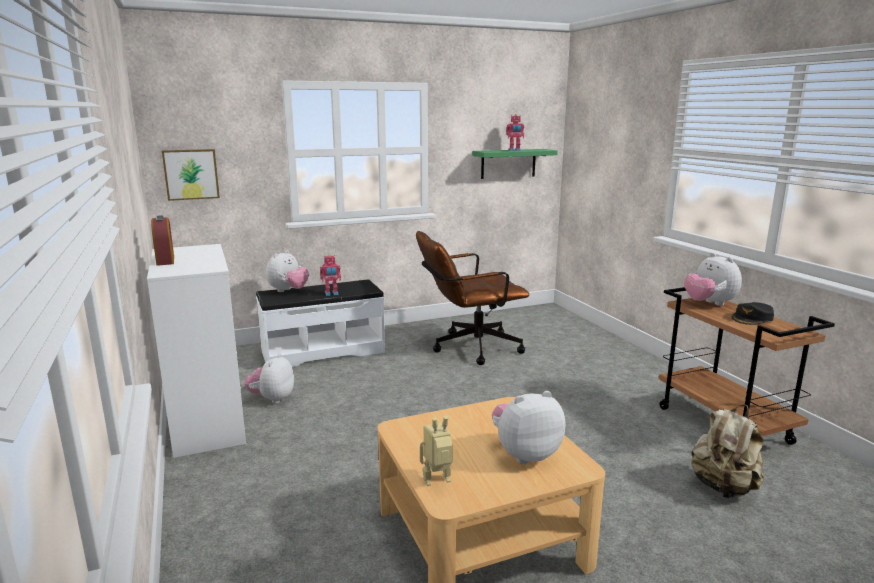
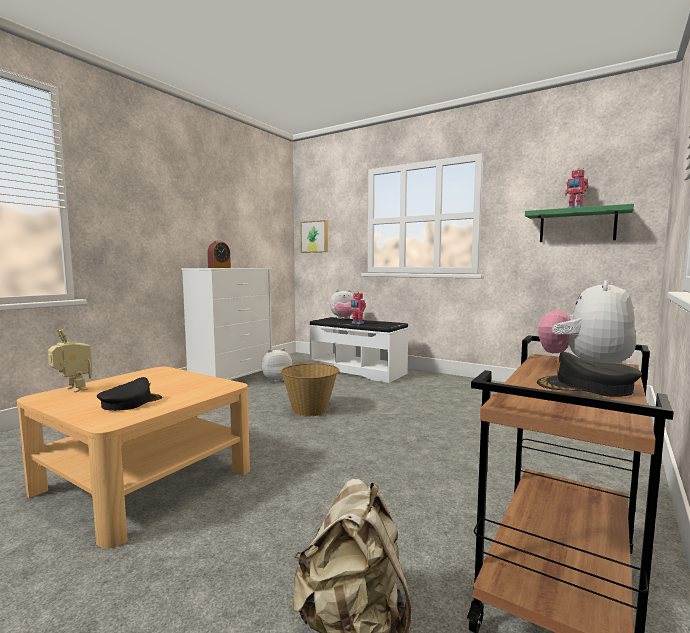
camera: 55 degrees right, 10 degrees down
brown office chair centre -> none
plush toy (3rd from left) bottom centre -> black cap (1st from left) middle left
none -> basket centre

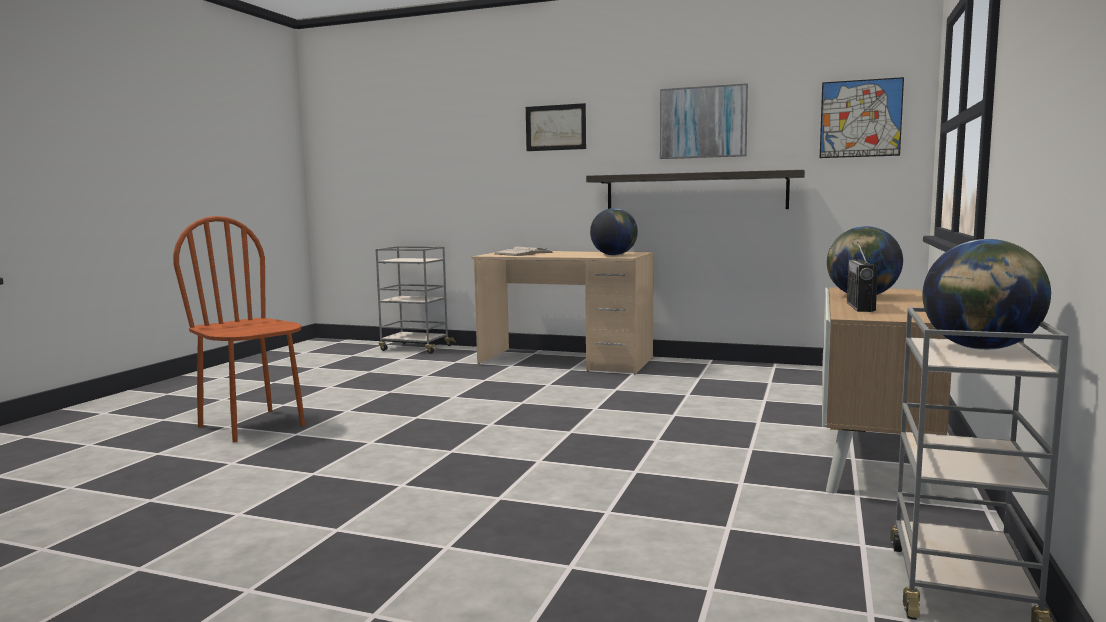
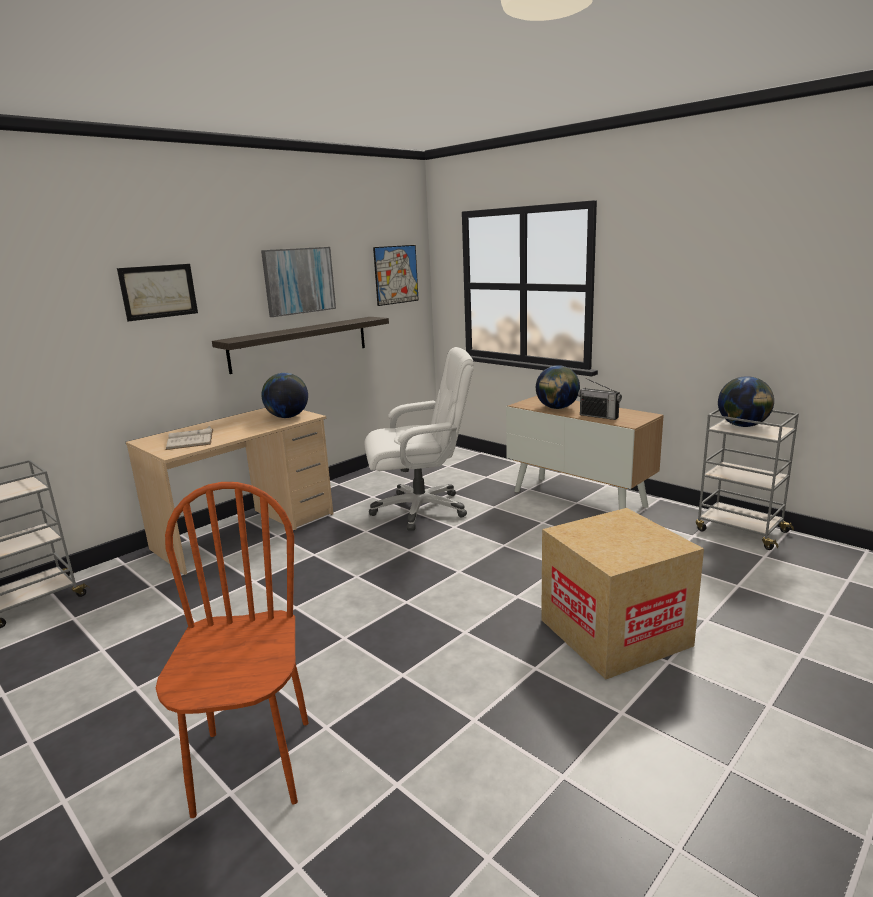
camera: 65 degrees left, 10 degrees up
brown chair middle left -> brown chair bottom left, 105 degrees clockwise
none -> white office chair centre
none -> cardboard box middle right

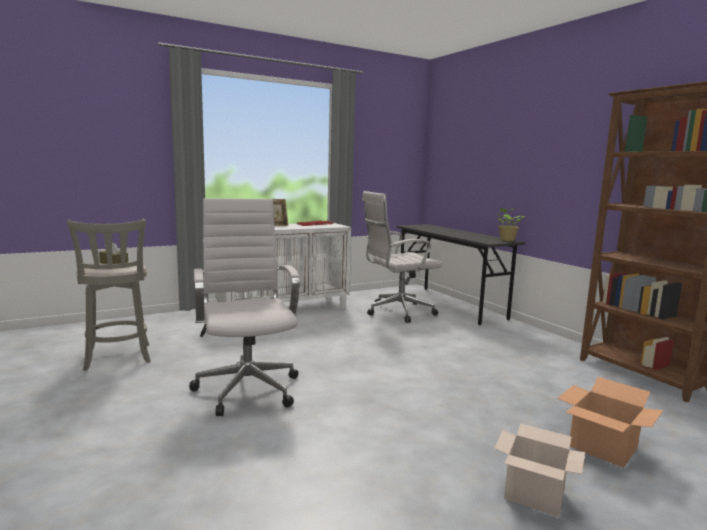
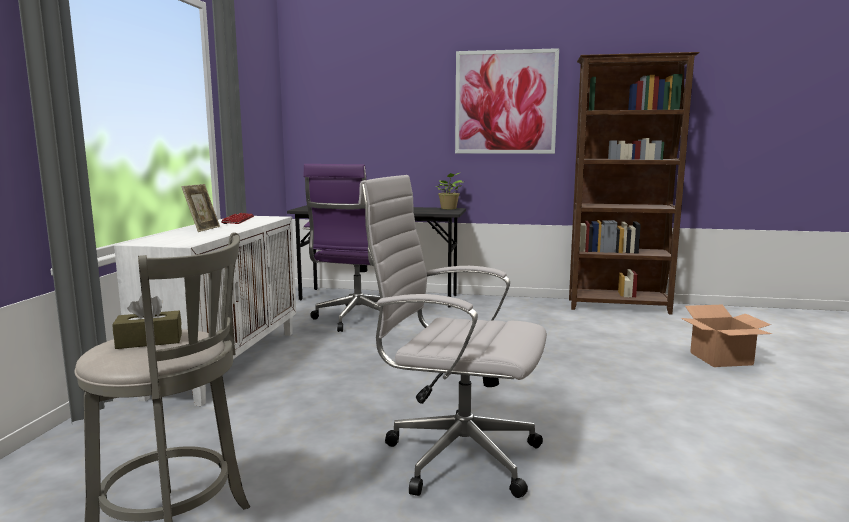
camera: 50 degrees left, 0 degrees up
white office chair (2nd from left) centre -> purple office chair centre
cardboard box (1st from left) bottom right -> none
none -> picture top centre

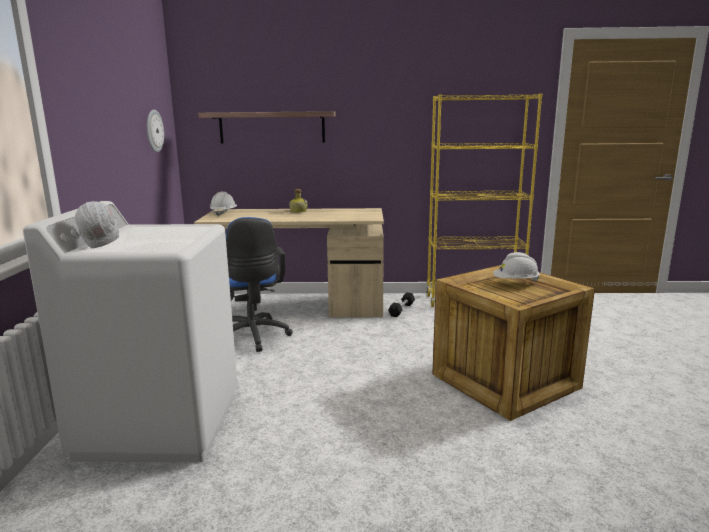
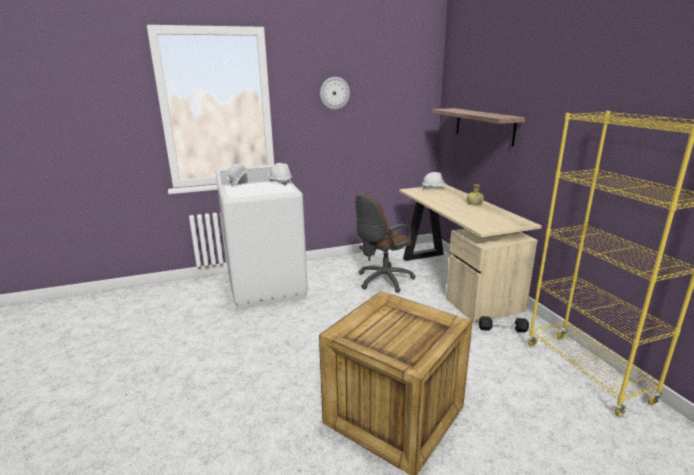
camera: 70 degrees right, 5 degrees up
wall clock top left -> wall clock top centre, move
blue office chair centre -> brown office chair centre
white hard hat (3rd from left in the first image) middle right -> white hard hat (2nd from left) centre, move

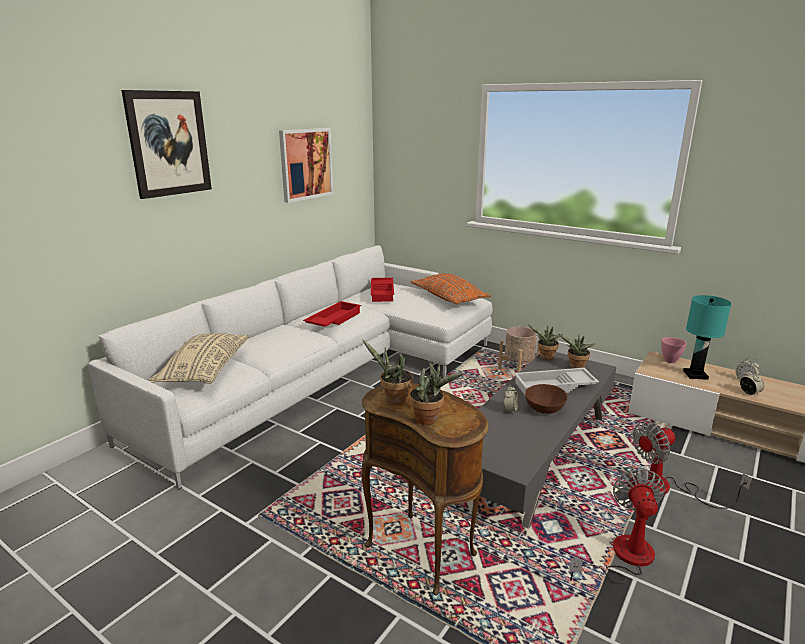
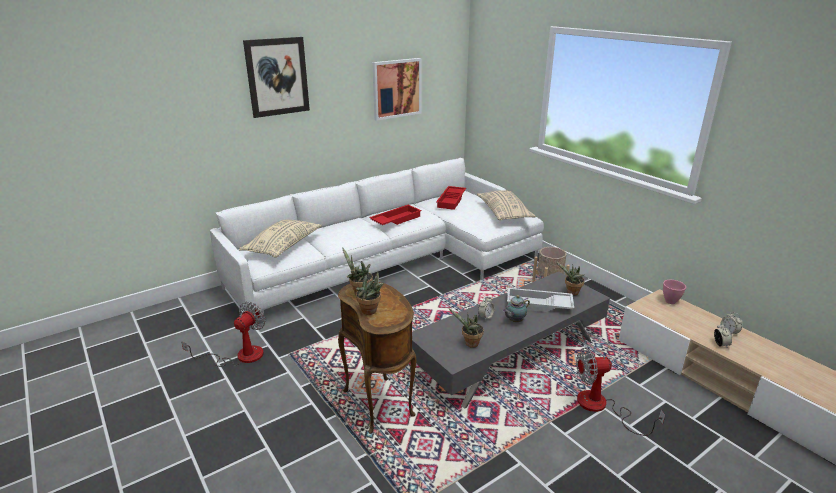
camera: 20 degrees right, 5 degrees up
orange pillow centre -> beige pillow (2nd from left) centre
turquoise table lamp middle right -> none
potted plant (3rd from left) middle right -> potted plant (3rd from left) centre, move
brown bowl middle right -> teapot centre
fan (1st from left) bottom right -> fan (1st from left) bottom left, move

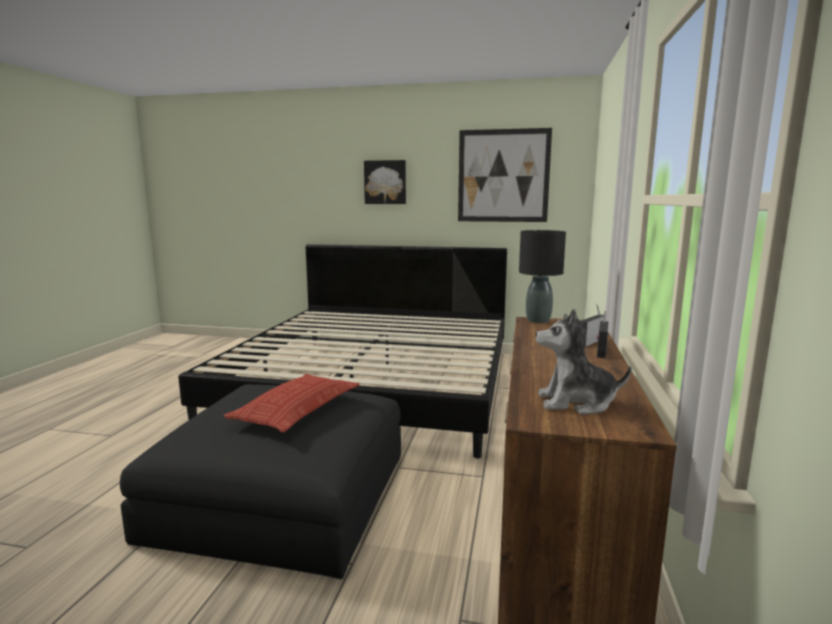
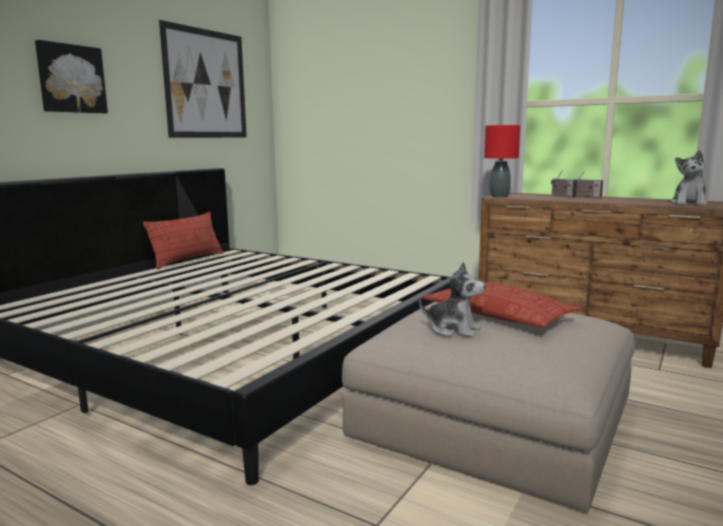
camera: 70 degrees left, 0 degrees up
black table lamp centre -> red table lamp top right
black ottoman bottom left -> beige ottoman bottom right
none -> pillow (1st from left) middle left
none -> plush toy (1st from left) centre

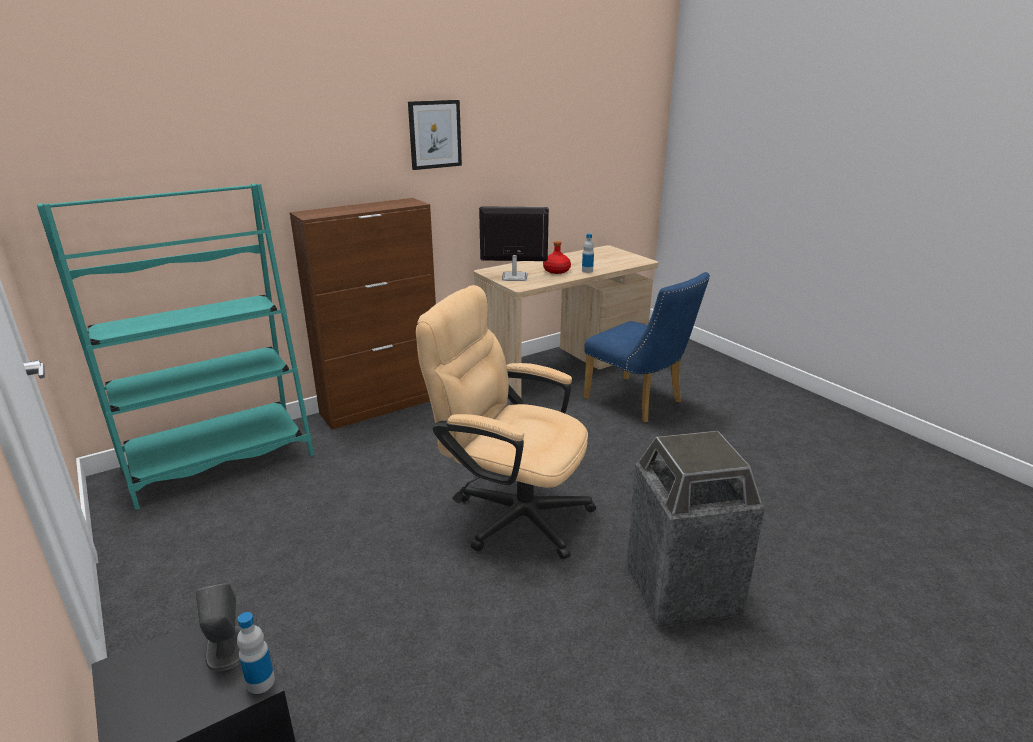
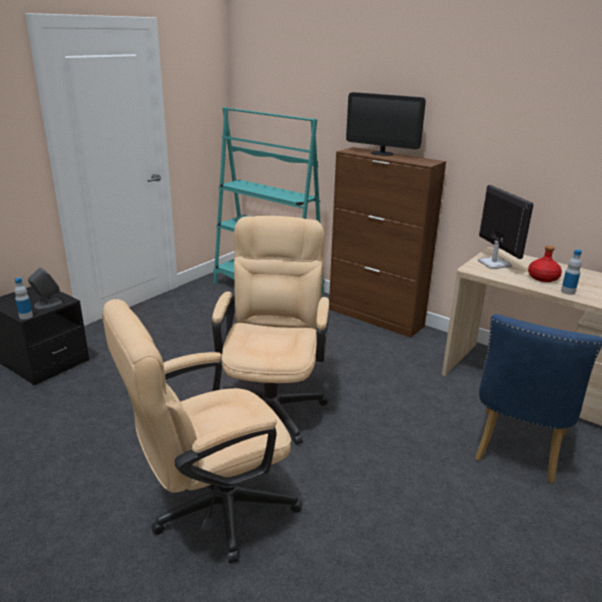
camera: 70 degrees right, 0 degrees up
picture top centre -> none
trash can bottom right -> beige office chair (1st from left) bottom centre
none -> monitor (1st from left) top centre

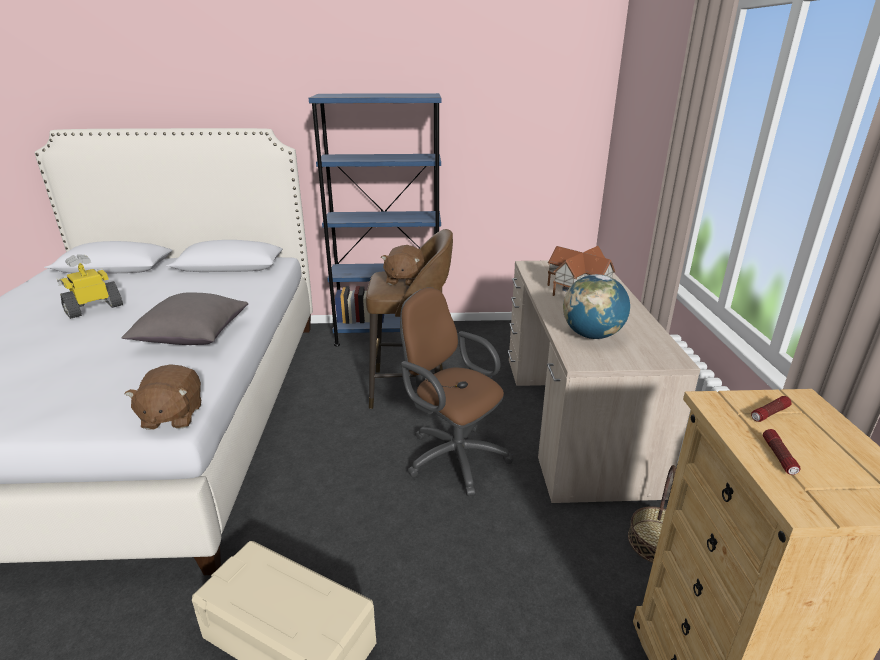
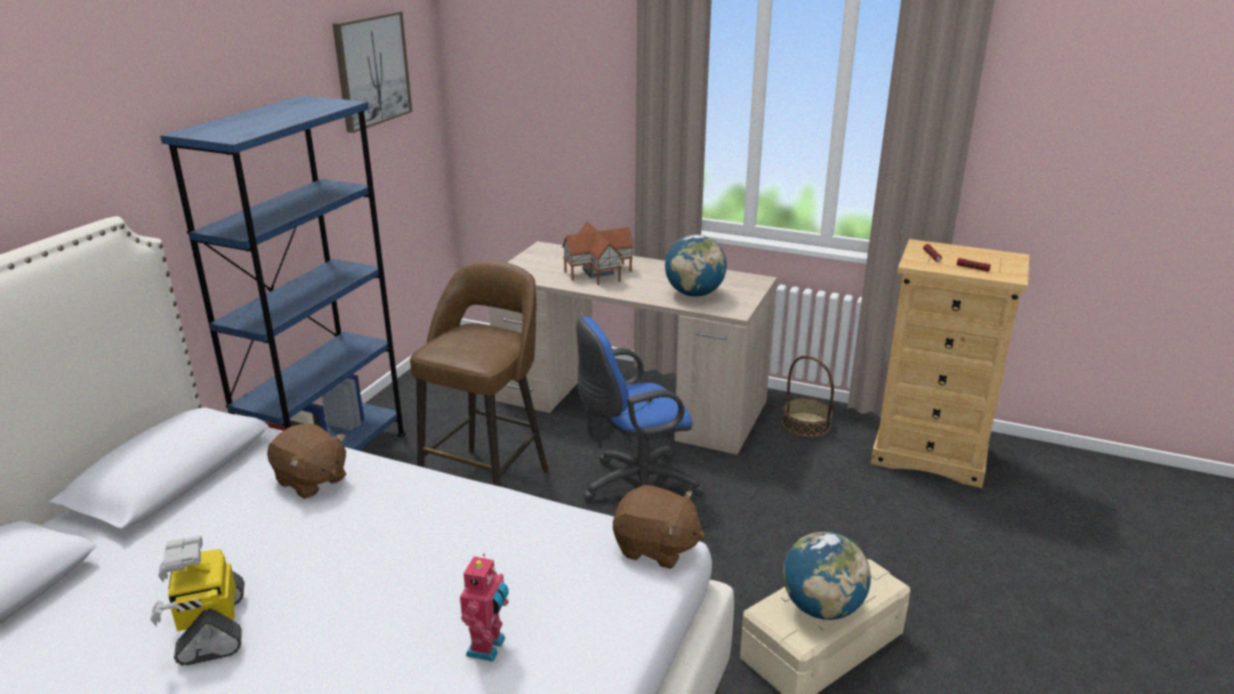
camera: 65 degrees left, 0 degrees up
brown plush toy (2nd from left in the first image) centre -> brown plush toy (1st from left) middle left, move
brown office chair centre -> blue office chair centre
grey pillow middle left -> none
none -> picture top left
none -> globe (2nd from left) bottom right
none -> toy robot (2nd from left) bottom centre

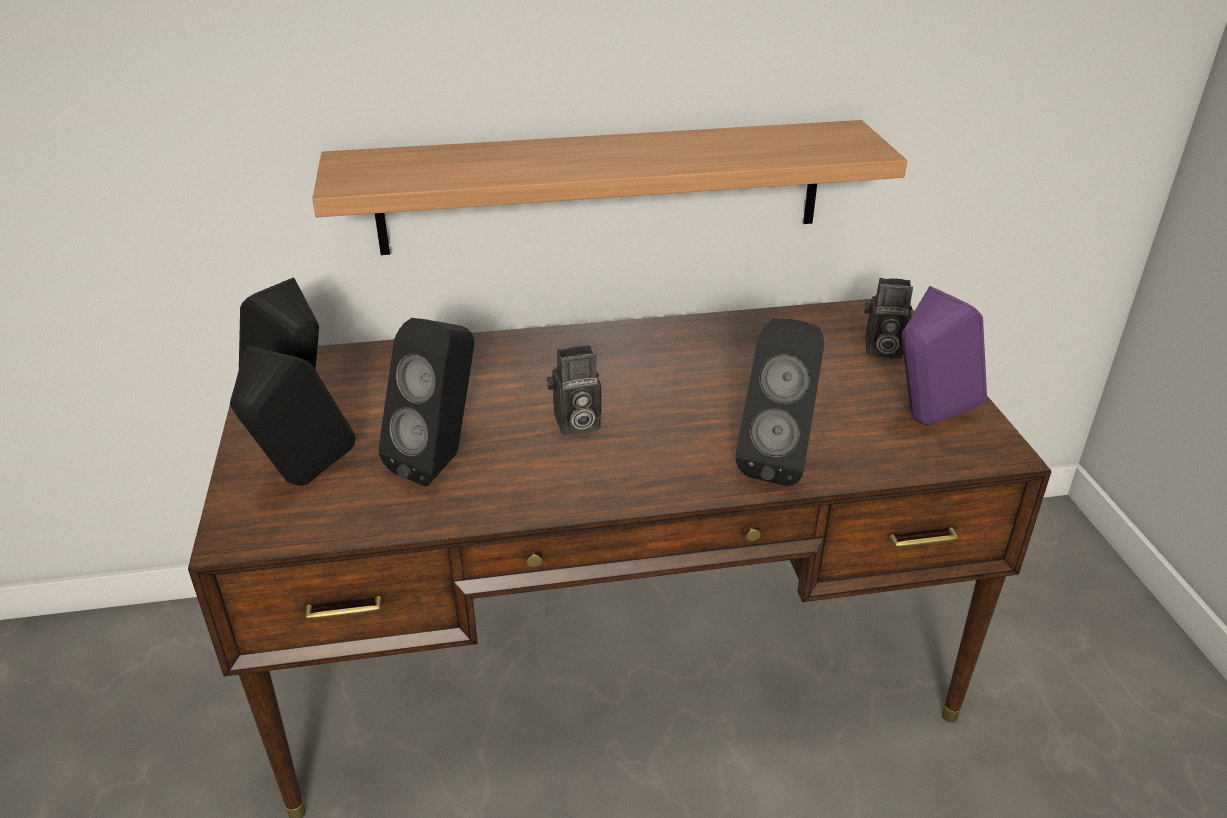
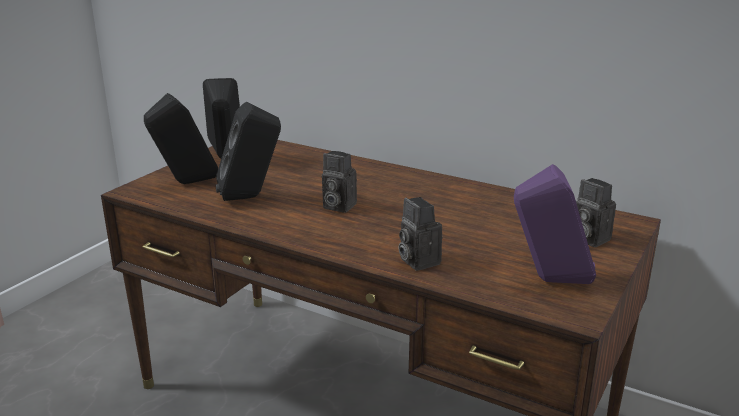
camera: 40 degrees right, 10 degrees down
shelf top centre -> none
black speaker (4th from left) centre -> photo camera (2nd from left) centre

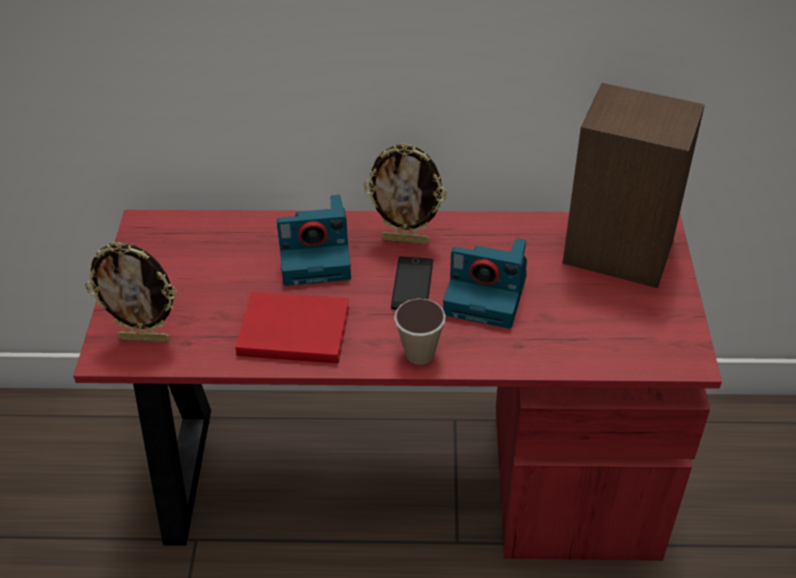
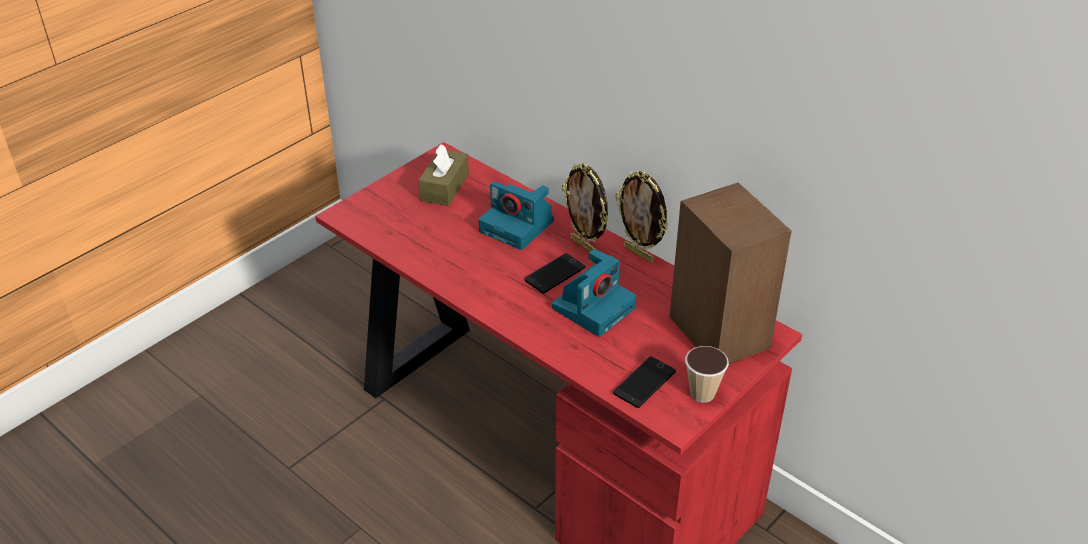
camera: 40 degrees right, 5 degrees down
photo camera (2nd from left) centre, 105 degrees counterclockwise
picture frame (1st from left in the first image) middle left -> picture frame (2nd from left) centre, move
red book centre -> none
cup centre -> cup bottom centre, move
none -> brown tissue box top centre
none -> phone (2nd from left) bottom centre

